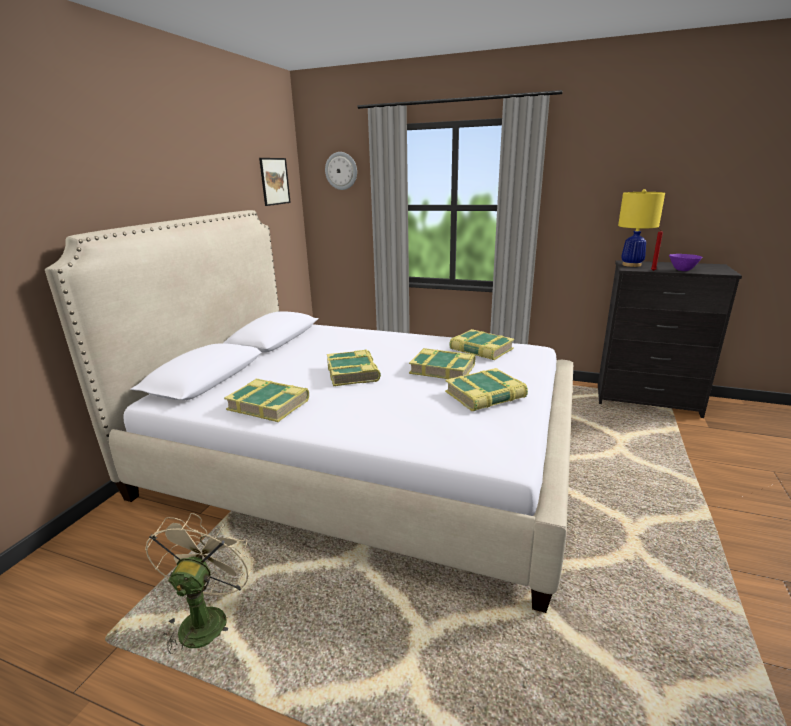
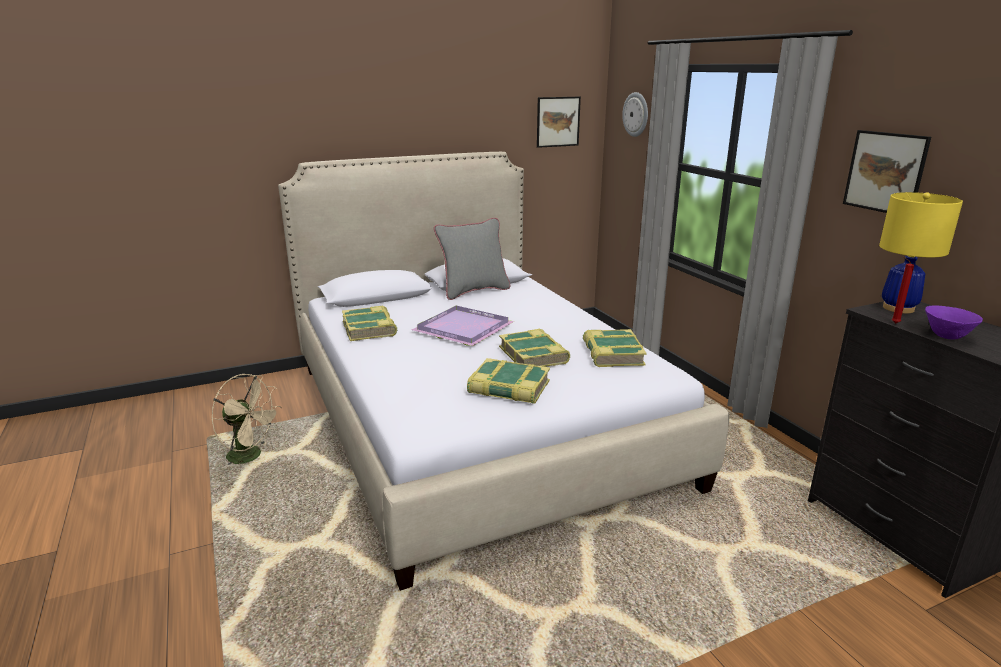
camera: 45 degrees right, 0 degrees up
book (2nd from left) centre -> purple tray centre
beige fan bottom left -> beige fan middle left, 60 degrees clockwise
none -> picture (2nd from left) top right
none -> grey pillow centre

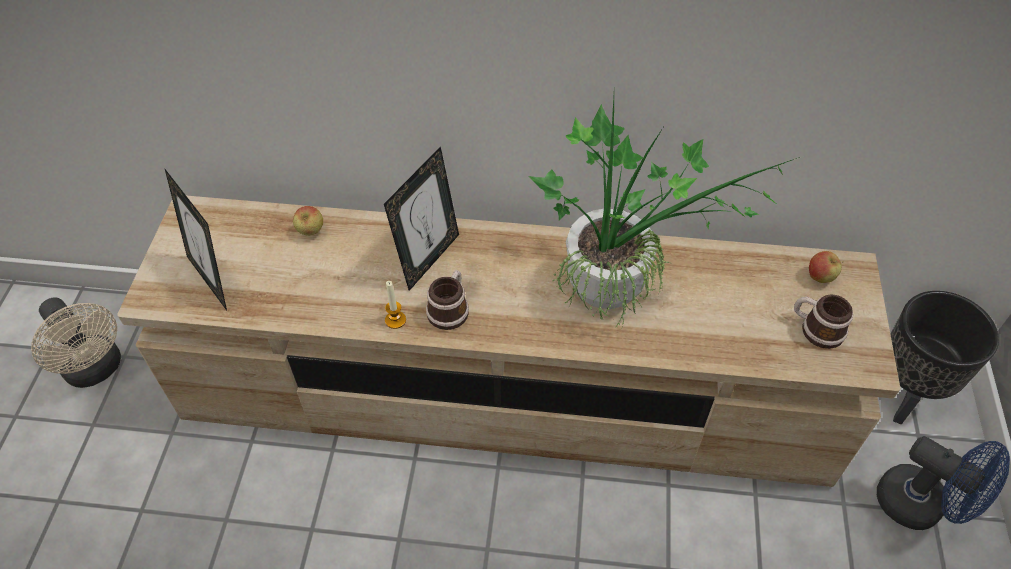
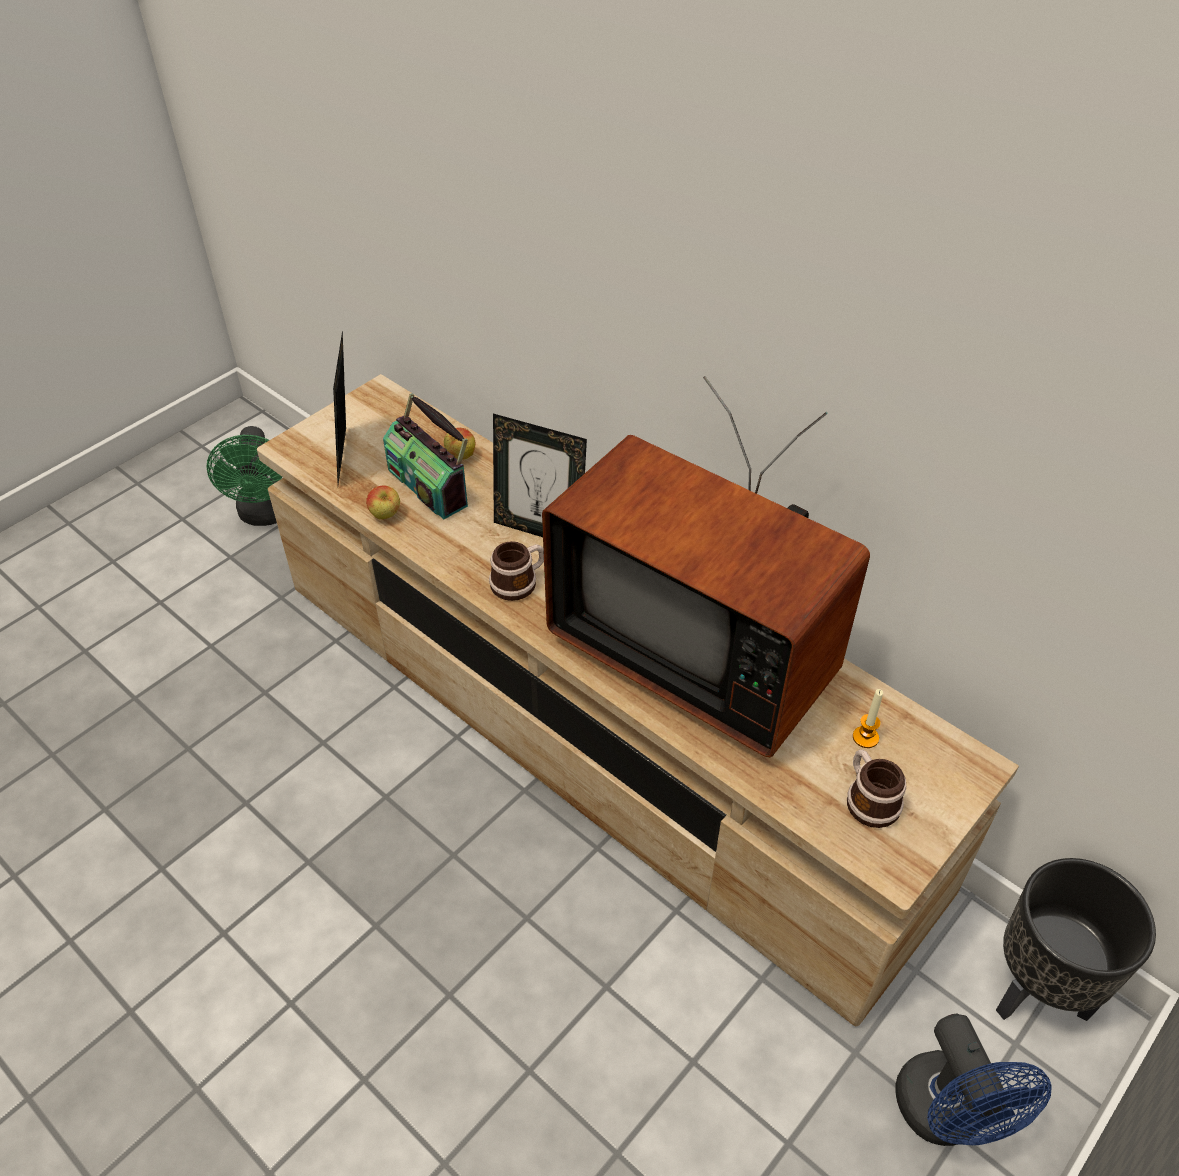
camera: 35 degrees right, 5 degrees down
potted plant centre -> television centre
picture frame (2nd from left) centre, 45 degrees clockwise
apple (2nd from left in the first image) middle right -> apple (1st from left) middle left, move
candle centre -> candle middle right, move
beige fan middle left -> green fan middle left
none -> radio centre

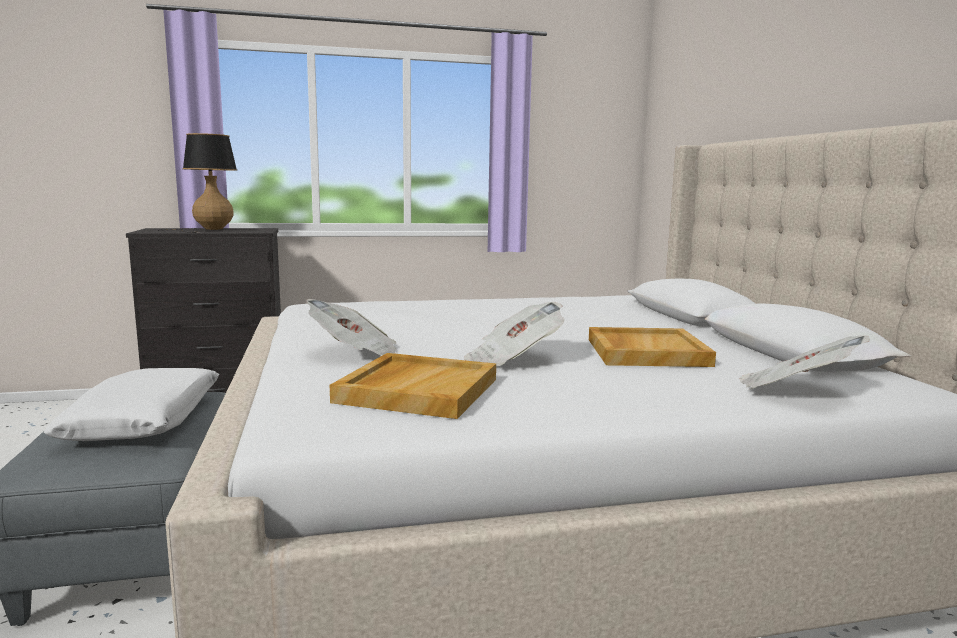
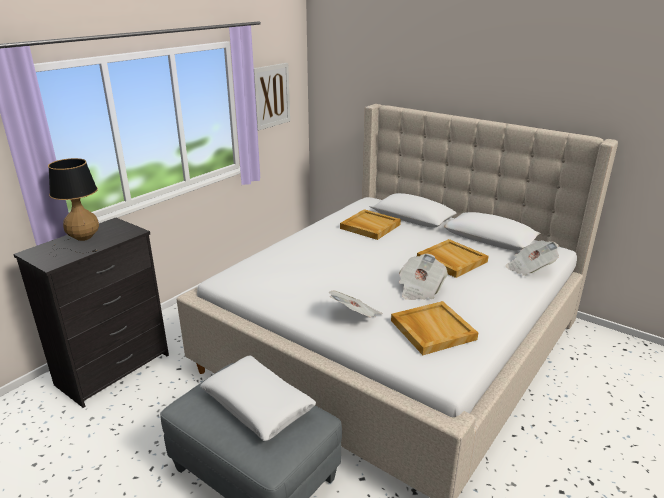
camera: 40 degrees left, 15 degrees up
none -> picture top centre
none -> beige tray (1st from left) centre

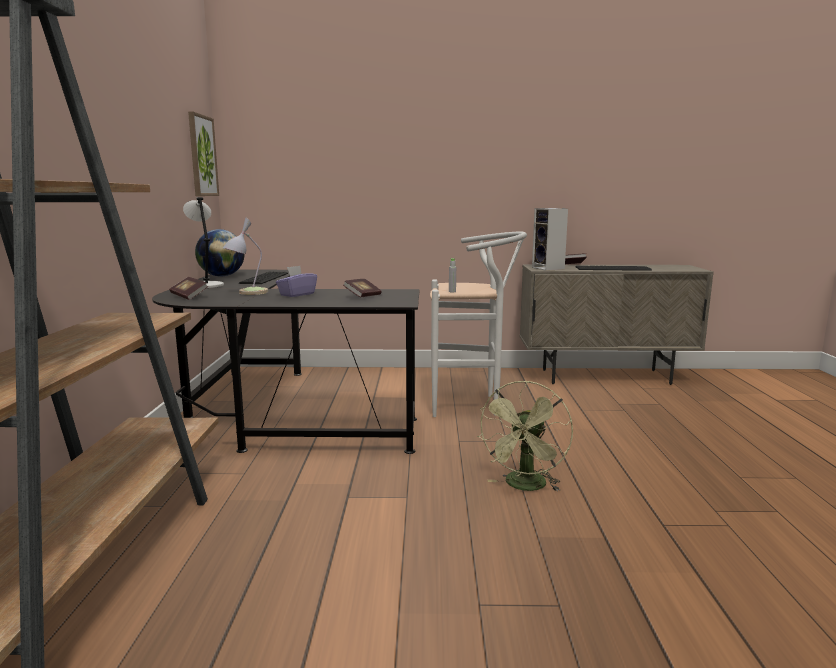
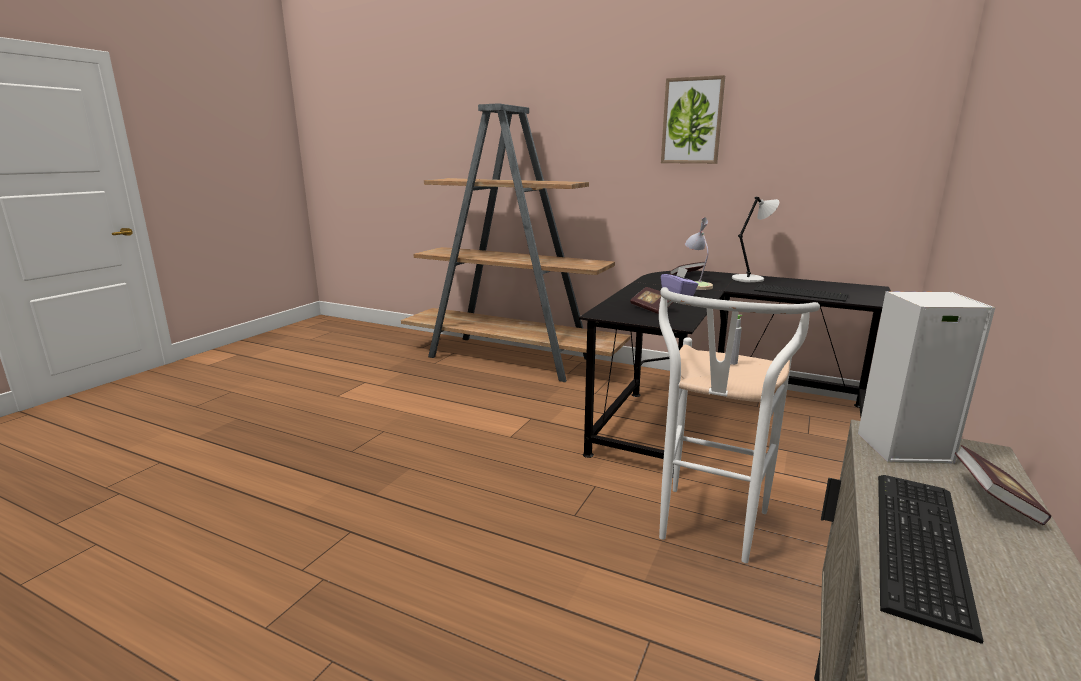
camera: 115 degrees right, 5 degrees up
picture top left -> picture top centre, move
globe middle left -> none
green fan centre -> none

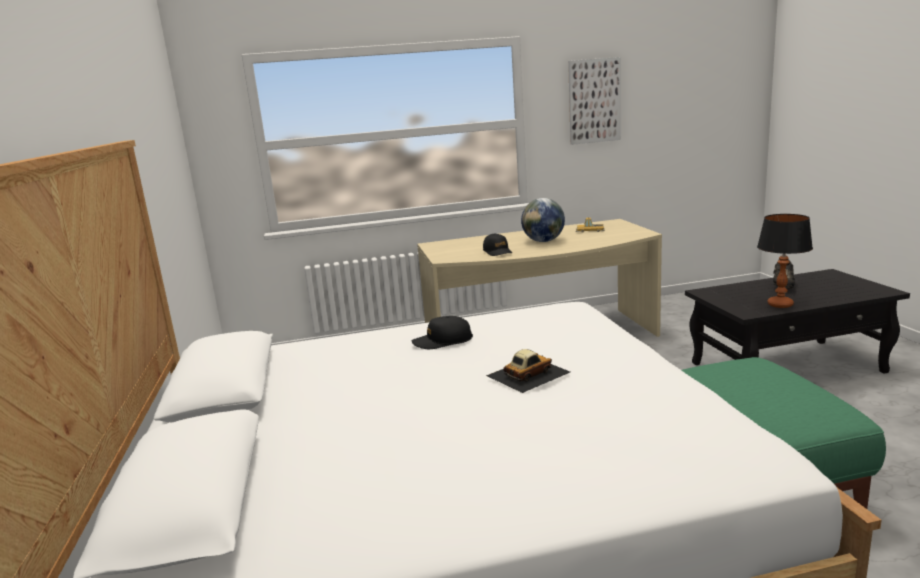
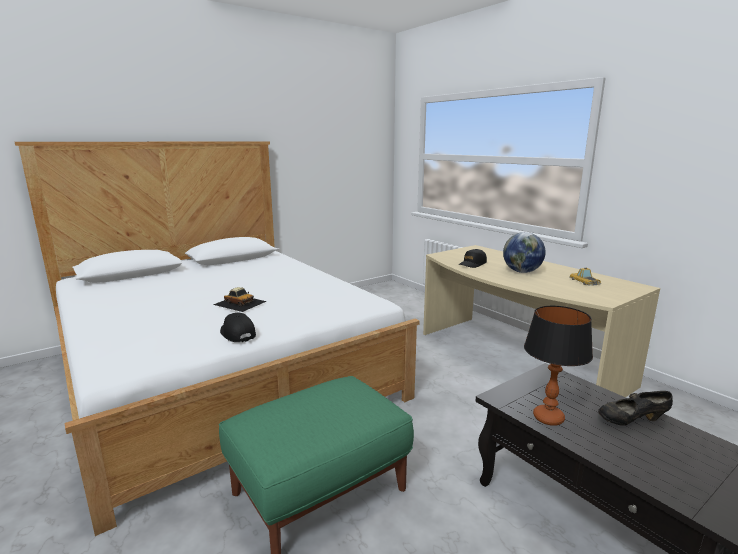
camera: 65 degrees right, 0 degrees up
picture top centre -> none
black cap (1st from left) centre -> black cap (1st from left) middle left, move

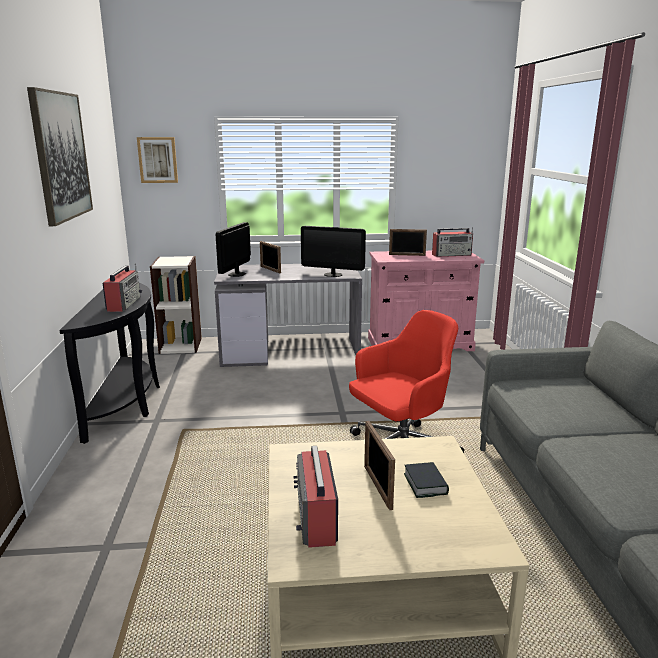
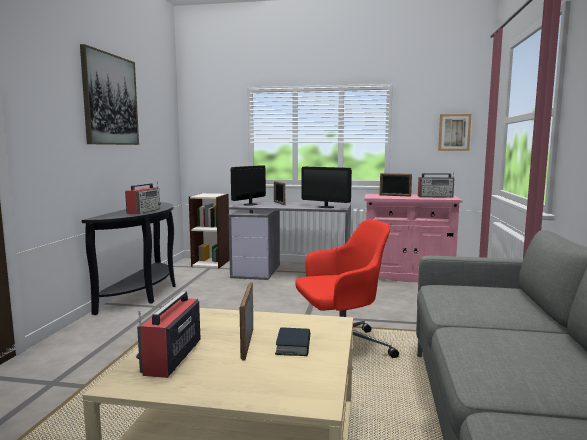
camera: 15 degrees right, 10 degrees down
picture (2nd from left) top left -> picture (2nd from left) top right, move

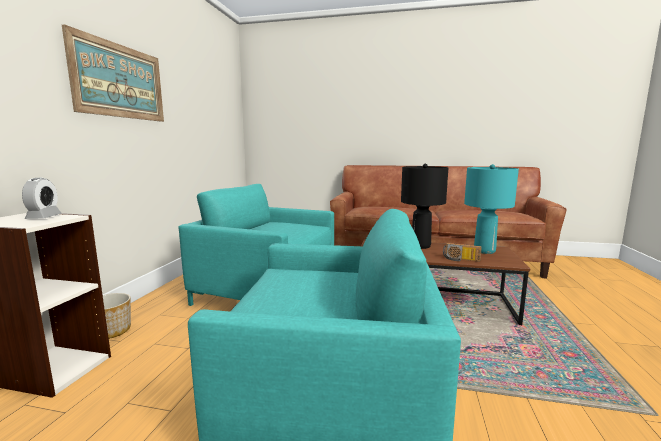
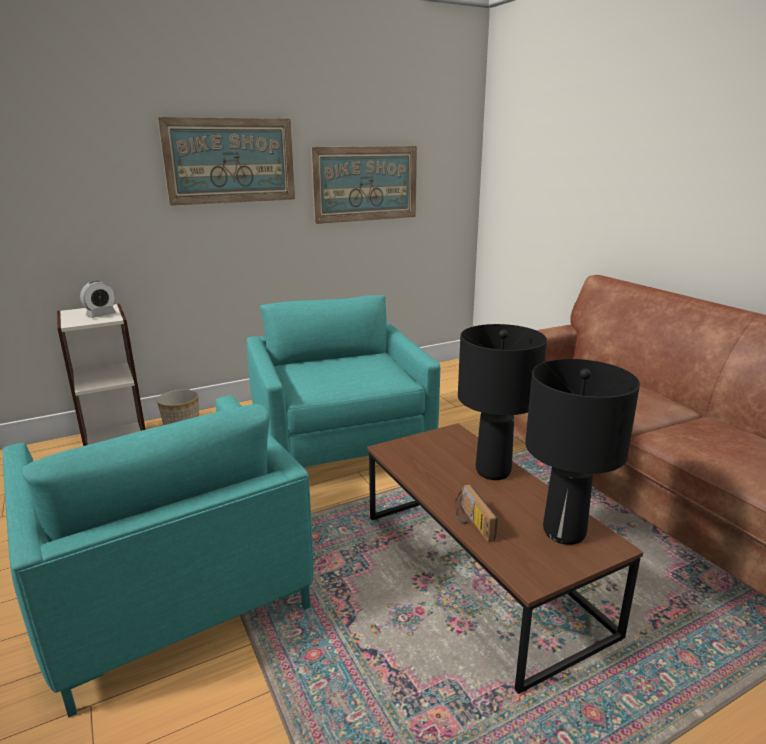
camera: 50 degrees right, 10 degrees up
turquoise table lamp middle right -> black table lamp (2nd from left) middle right
none -> picture (2nd from left) top centre

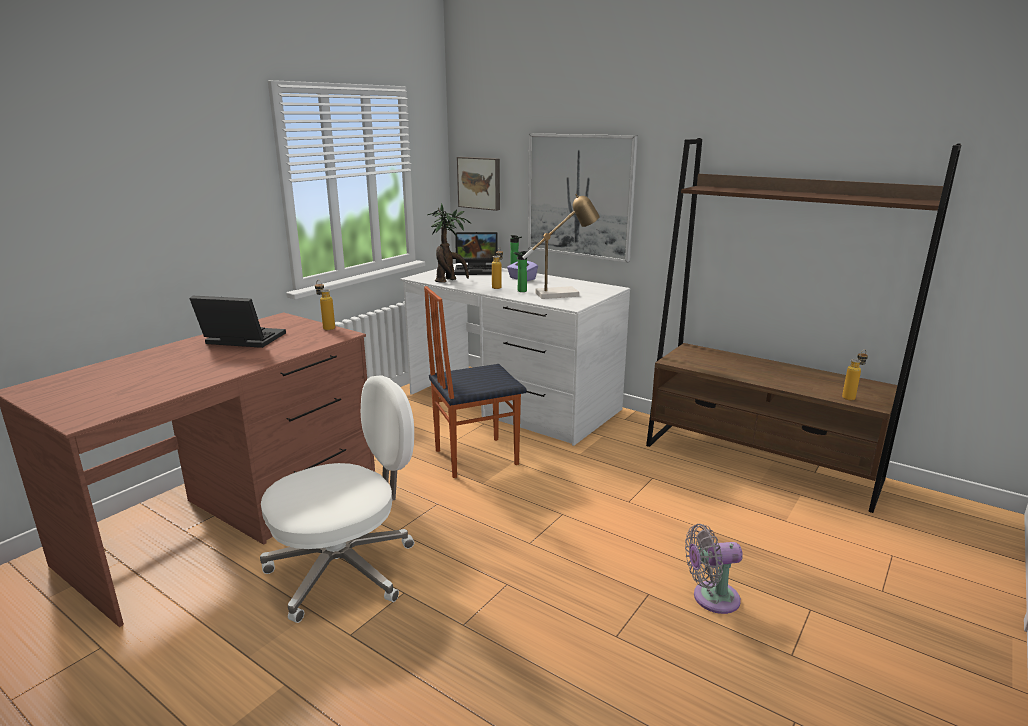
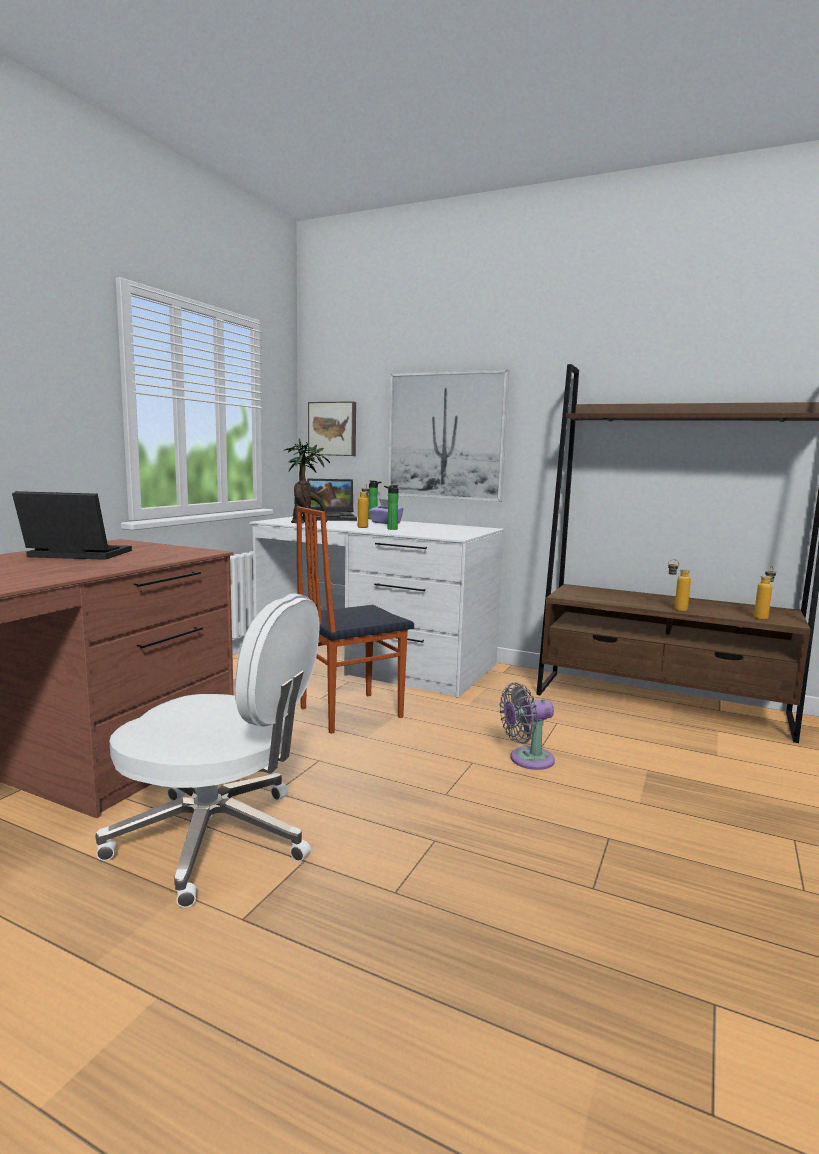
camera: 10 degrees left, 10 degrees down
table lamp centre -> none
bottle (1st from left in the first image) middle left -> bottle (4th from left) middle right, move
white office chair bottom left -> white office chair middle left, 60 degrees clockwise
grey fan bottom right -> grey fan centre, move

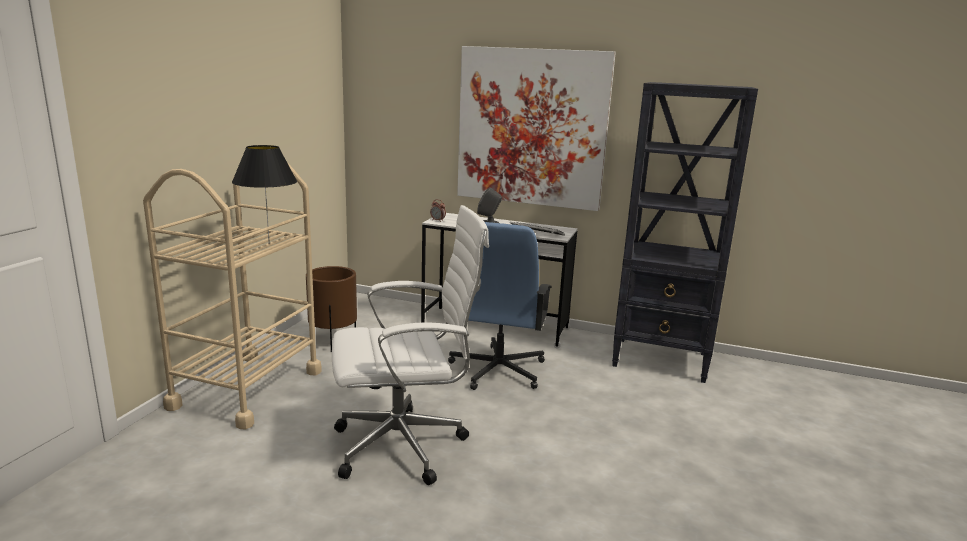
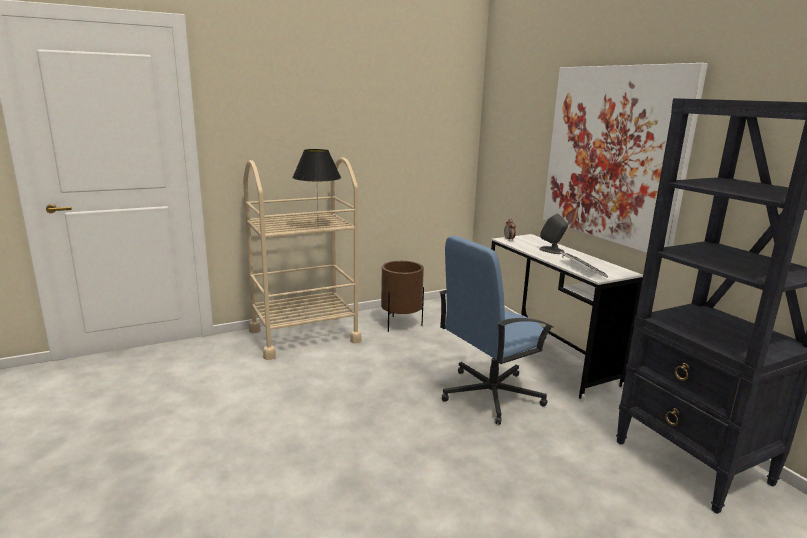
camera: 45 degrees right, 0 degrees up
white office chair centre -> none

